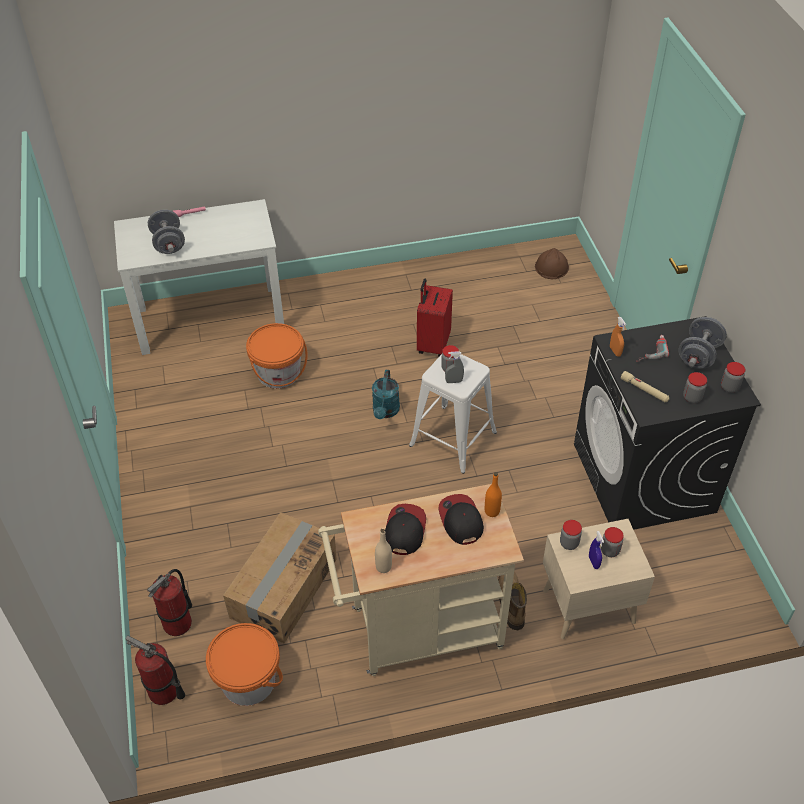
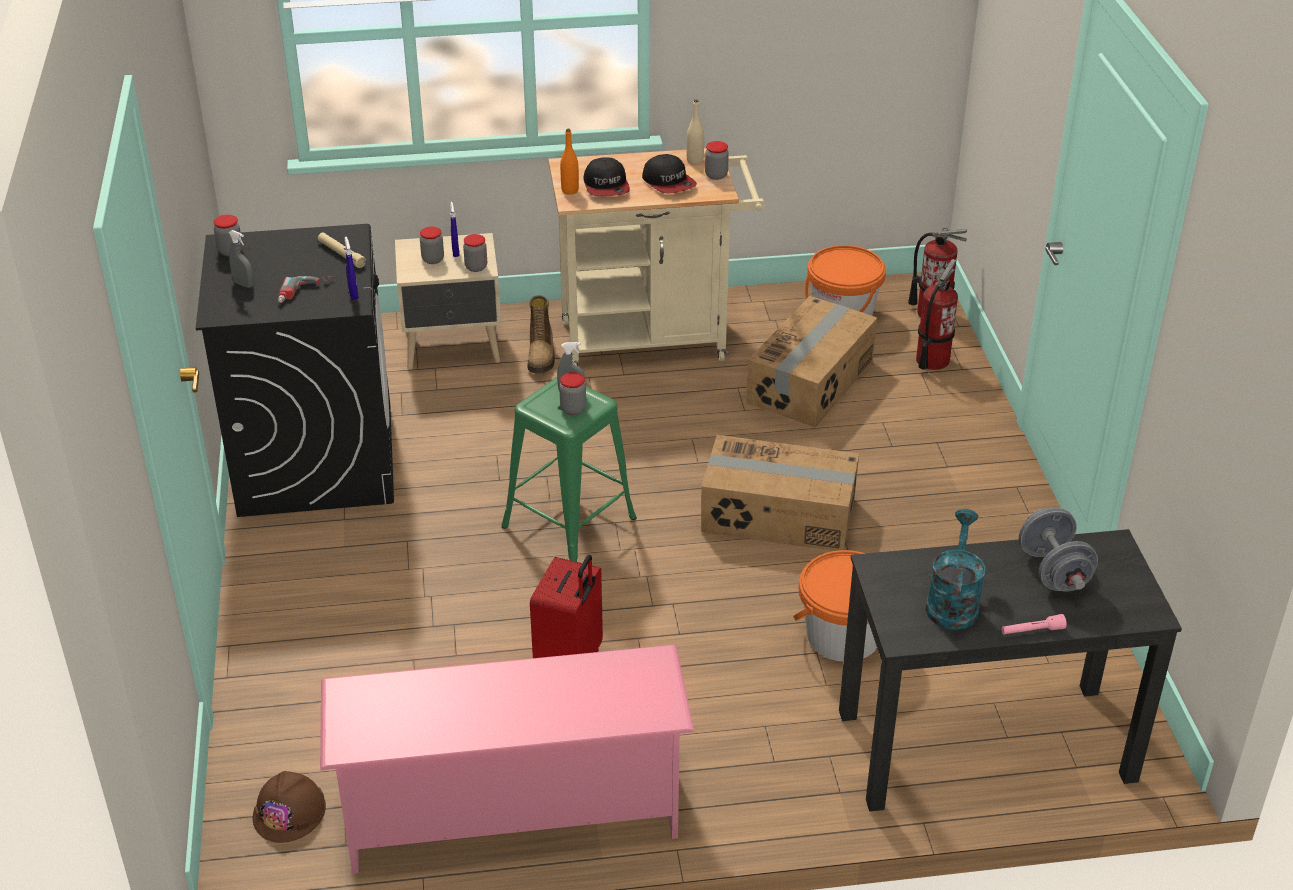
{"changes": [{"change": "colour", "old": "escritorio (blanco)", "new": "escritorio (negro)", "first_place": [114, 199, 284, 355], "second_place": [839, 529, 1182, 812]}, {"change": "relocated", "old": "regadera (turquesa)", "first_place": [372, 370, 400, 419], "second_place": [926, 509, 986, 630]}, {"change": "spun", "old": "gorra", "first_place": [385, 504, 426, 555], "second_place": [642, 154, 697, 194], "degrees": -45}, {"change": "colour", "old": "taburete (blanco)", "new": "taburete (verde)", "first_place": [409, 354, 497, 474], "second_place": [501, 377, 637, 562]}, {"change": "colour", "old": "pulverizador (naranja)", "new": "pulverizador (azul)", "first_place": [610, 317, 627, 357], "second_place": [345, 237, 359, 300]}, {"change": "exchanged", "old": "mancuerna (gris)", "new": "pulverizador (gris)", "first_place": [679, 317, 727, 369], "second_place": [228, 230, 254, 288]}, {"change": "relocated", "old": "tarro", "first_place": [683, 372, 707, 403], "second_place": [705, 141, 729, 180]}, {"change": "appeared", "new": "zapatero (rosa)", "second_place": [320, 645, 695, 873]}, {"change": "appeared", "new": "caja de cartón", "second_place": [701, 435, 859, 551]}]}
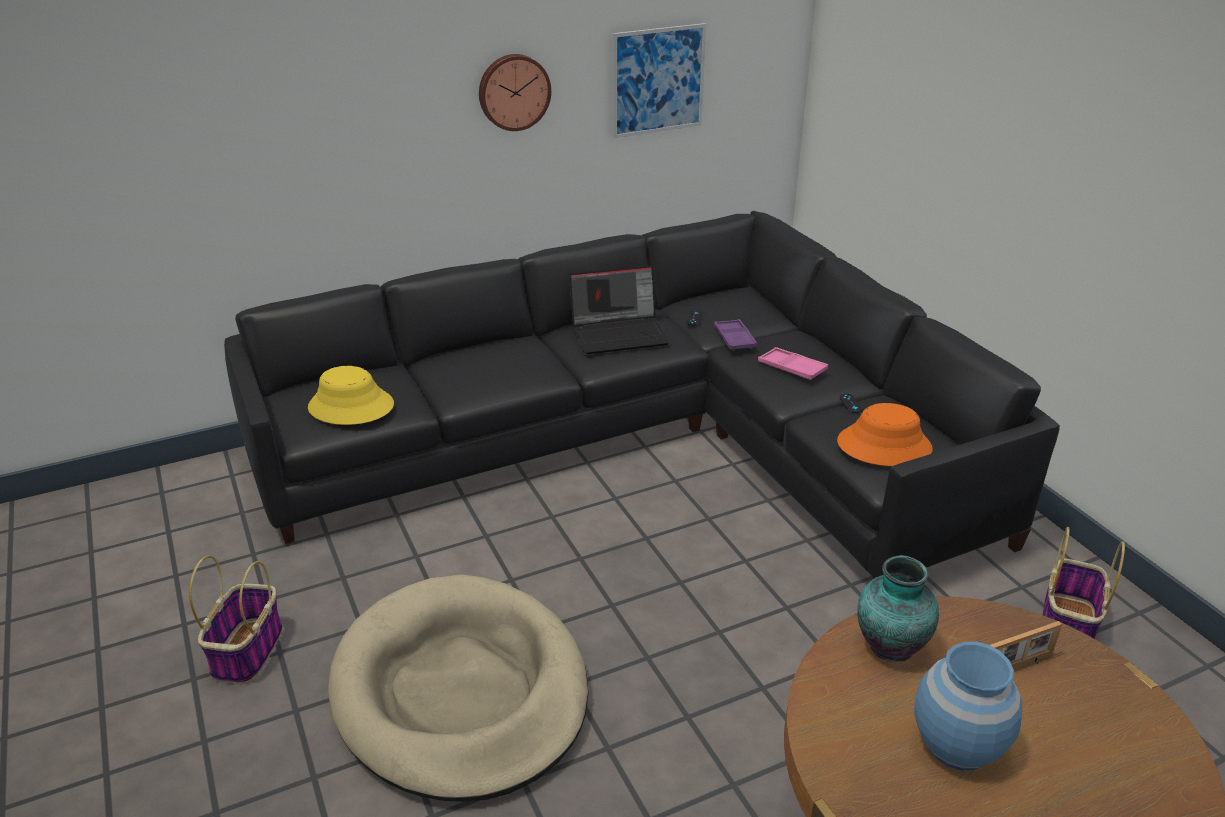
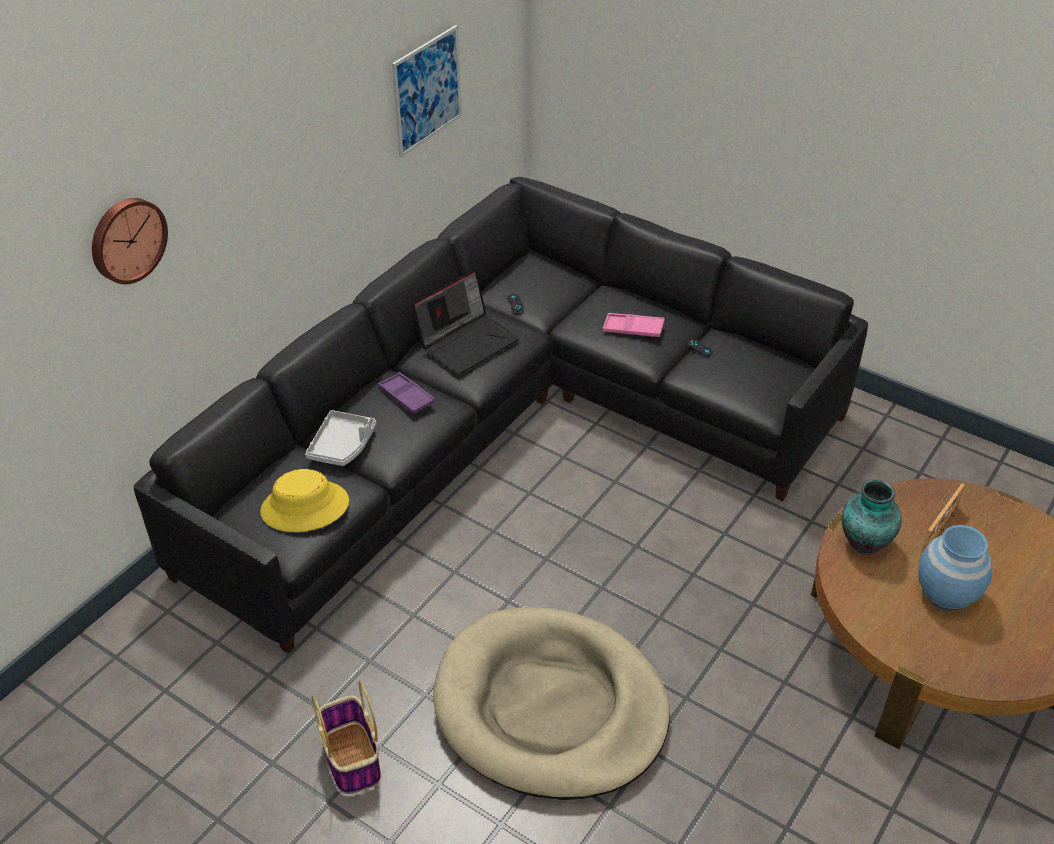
{"changes": [{"change": "relocated", "old": "reloj de pared", "first_place": [479, 54, 551, 131], "second_place": [92, 198, 168, 284]}, {"change": "relocated", "old": "bandeja (morado)", "first_place": [714, 319, 757, 351], "second_place": [378, 372, 435, 414]}, {"change": "missing", "old": "sombrero (naranja)", "first_place": [837, 403, 933, 466]}, {"change": "missing", "old": "cesta", "first_place": [1043, 527, 1125, 639]}, {"change": "appeared", "new": "bandeja (gris)", "second_place": [305, 410, 377, 466]}]}
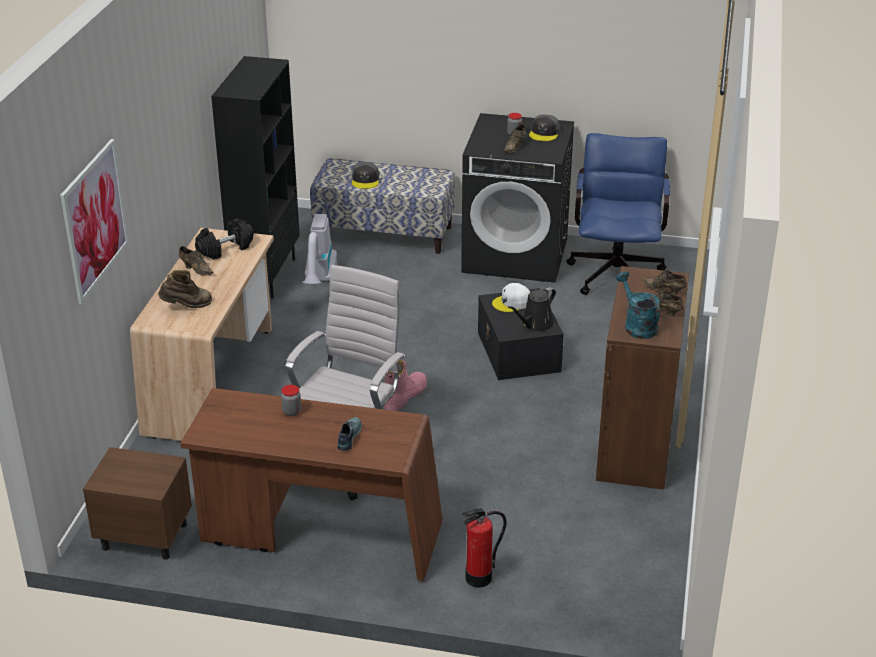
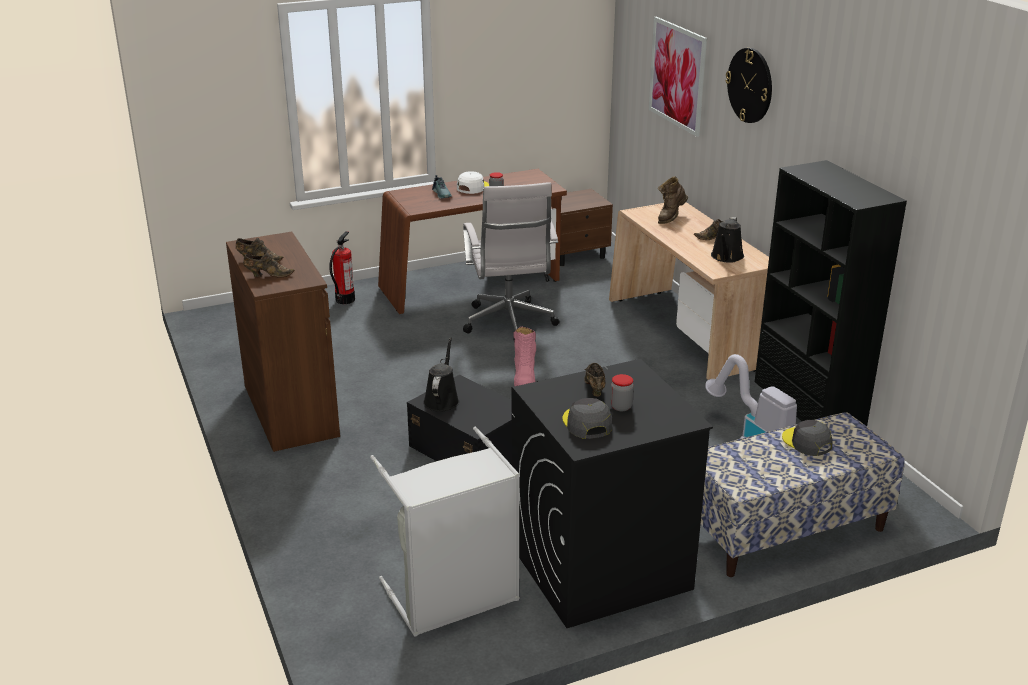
{"changes": [{"change": "exchanged", "old": "mancuerna (negro)", "new": "regadera (negro)", "first_place": [195, 218, 254, 260], "second_place": [711, 217, 744, 263]}, {"change": "relocated", "old": "gorra (blanco)", "first_place": [492, 283, 530, 312], "second_place": [457, 171, 489, 194]}, {"change": "exchanged", "old": "silla de oficina (azul)", "new": "cesto de la ropa (gris)", "first_place": [566, 133, 670, 295], "second_place": [370, 427, 520, 637]}, {"change": "missing", "old": "regadera (turquesa)", "first_place": [616, 272, 660, 339]}, {"change": "appeared", "new": "reloj de pared", "second_place": [725, 48, 772, 123]}]}
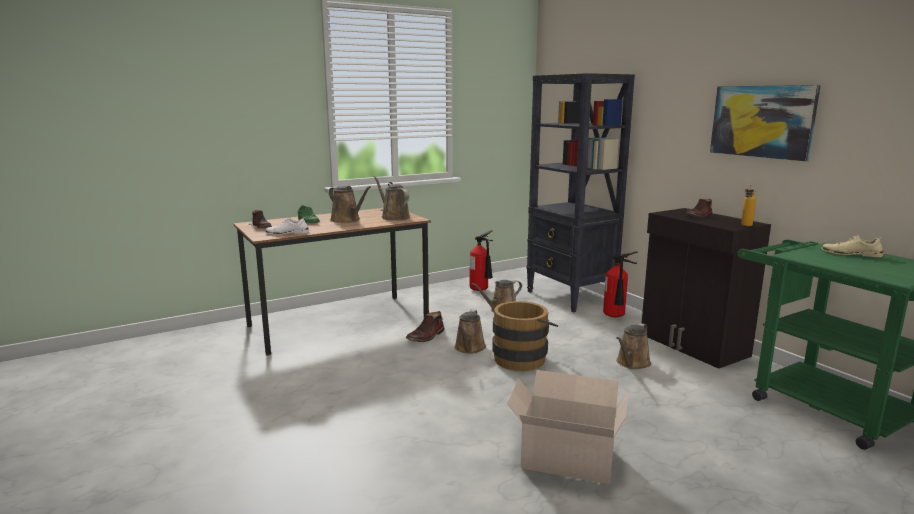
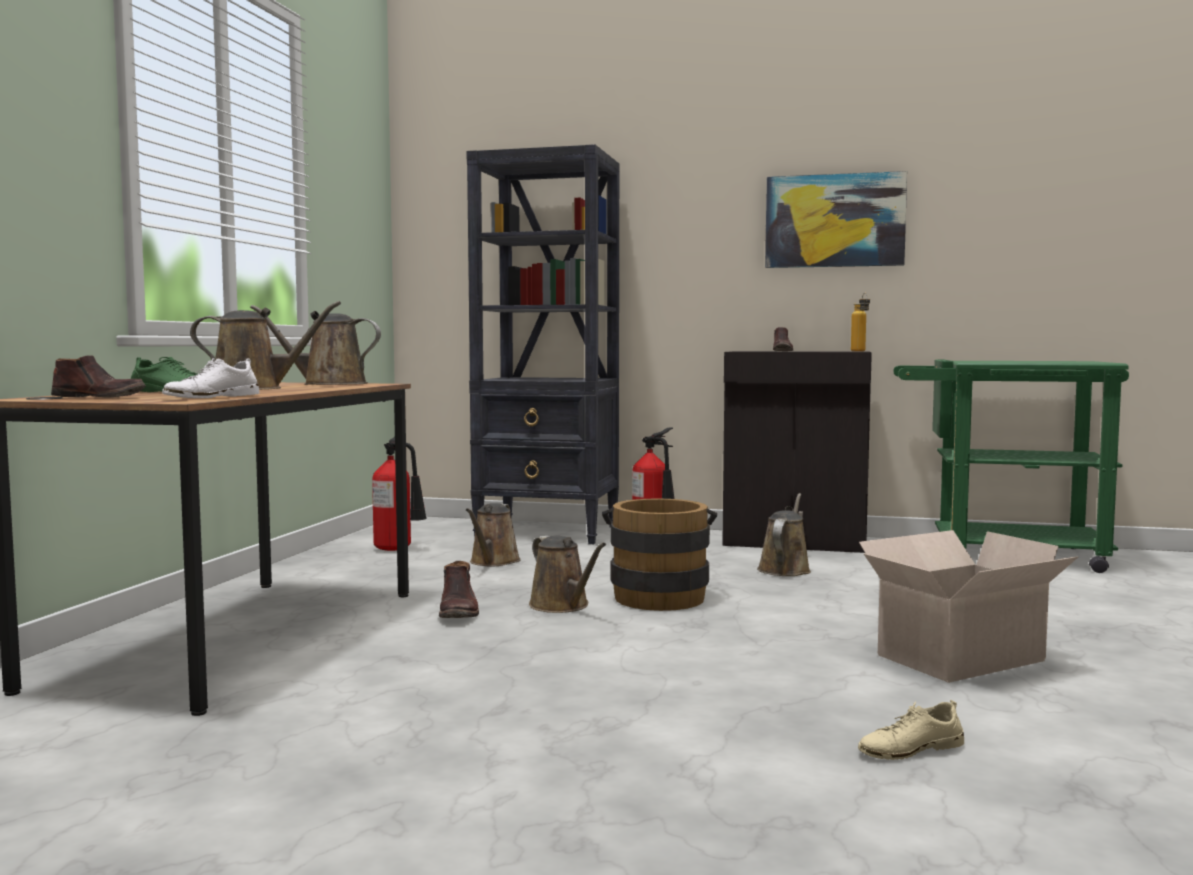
{"changes": [{"change": "spun", "old": "regadera (marrón)", "first_place": [616, 323, 651, 369], "second_place": [757, 493, 811, 576], "degrees": -150}, {"change": "relocated", "old": "zapato (beis)", "first_place": [821, 235, 883, 257], "second_place": [858, 700, 964, 760]}]}
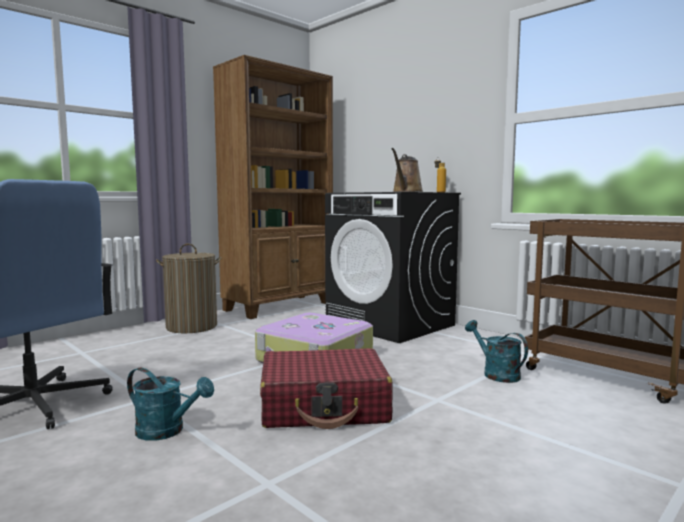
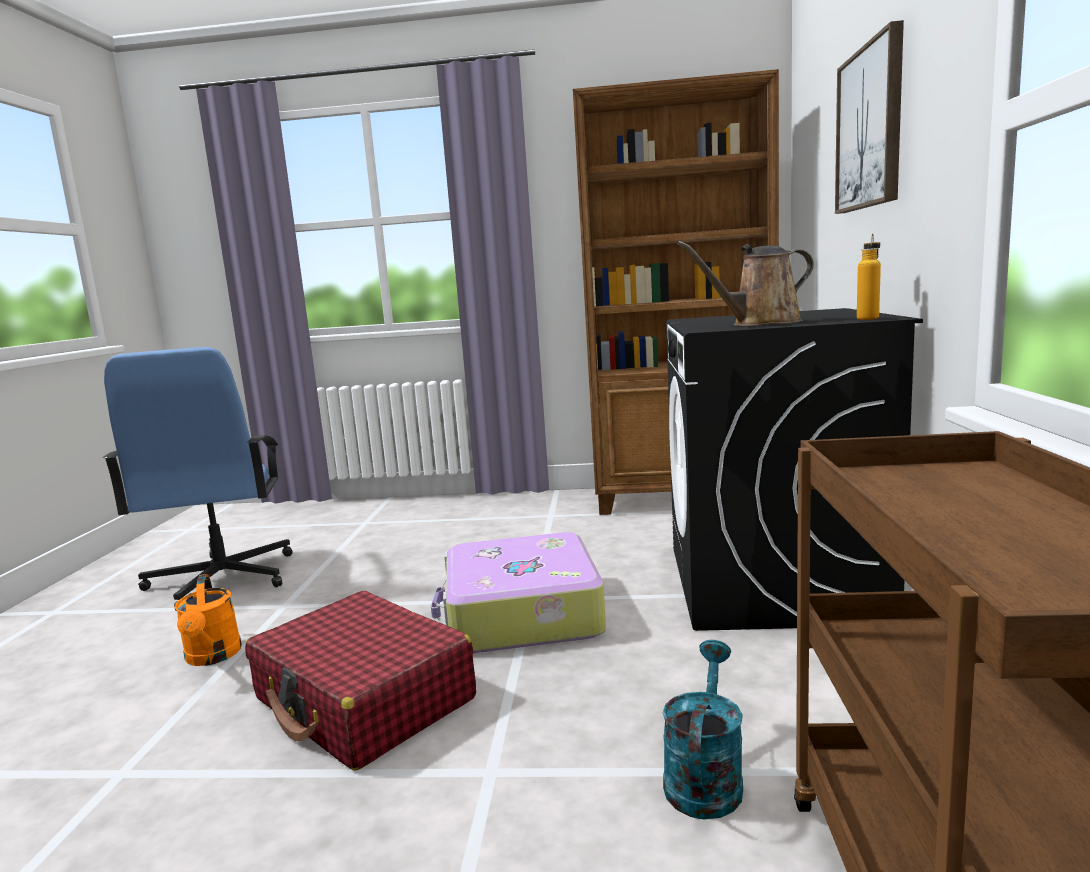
{"changes": [{"change": "colour", "old": "regadera (turquesa)", "new": "regadera (naranja)", "first_place": [127, 368, 214, 441], "second_place": [175, 574, 242, 666]}, {"change": "missing", "old": "cesto de la ropa", "first_place": [156, 244, 221, 333]}, {"change": "appeared", "new": "cuadro", "second_place": [835, 20, 904, 214]}]}
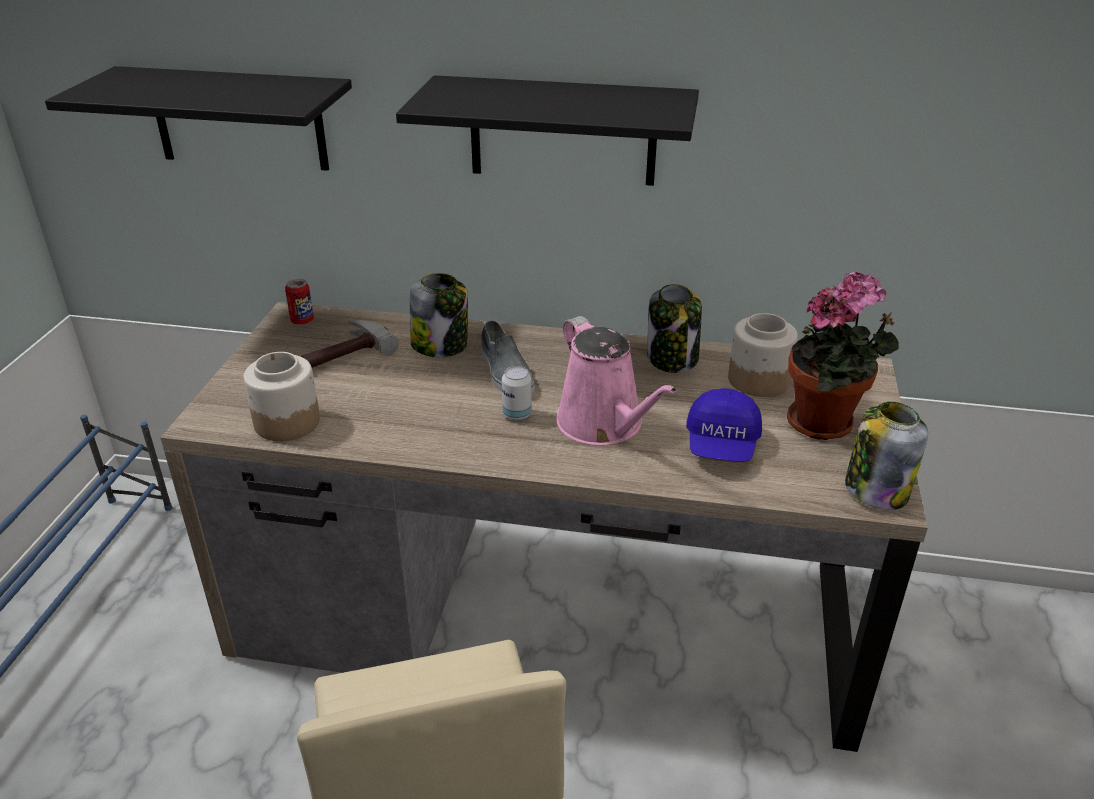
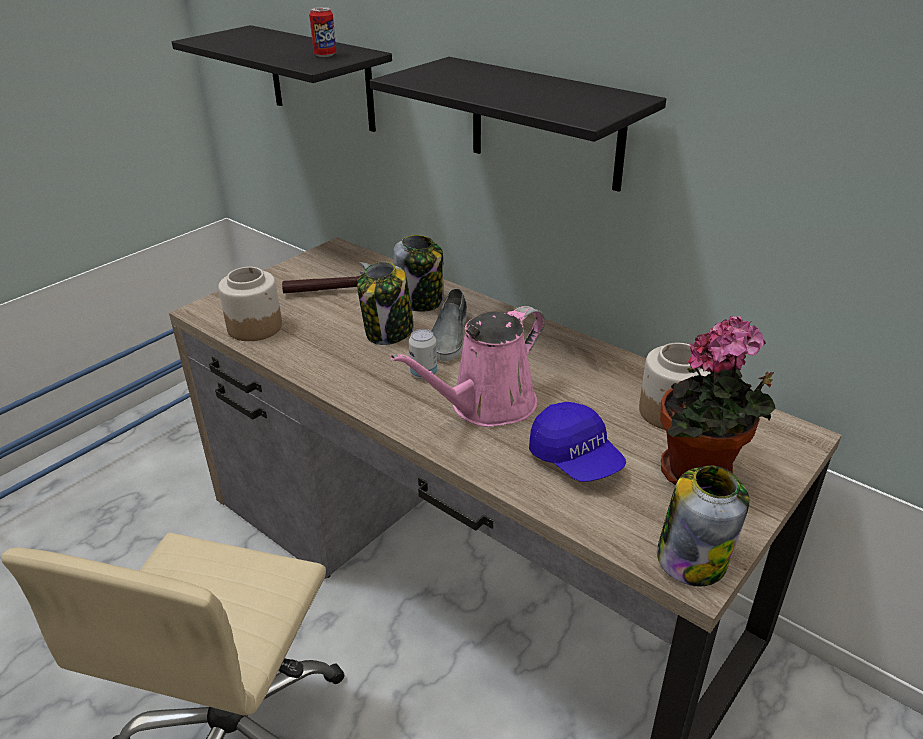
{"changes": [{"change": "relocated", "old": "lata", "first_place": [285, 278, 314, 325], "second_place": [309, 7, 336, 57]}, {"change": "spun", "old": "regadera (rosa)", "first_place": [556, 316, 677, 446], "second_place": [390, 306, 545, 427], "degrees": 45}, {"change": "relocated", "old": "tarro", "first_place": [647, 284, 702, 373], "second_place": [357, 262, 414, 345]}, {"change": "spun", "old": "gorra (azul)", "first_place": [686, 388, 762, 462], "second_place": [529, 402, 626, 482], "degrees": -75}]}
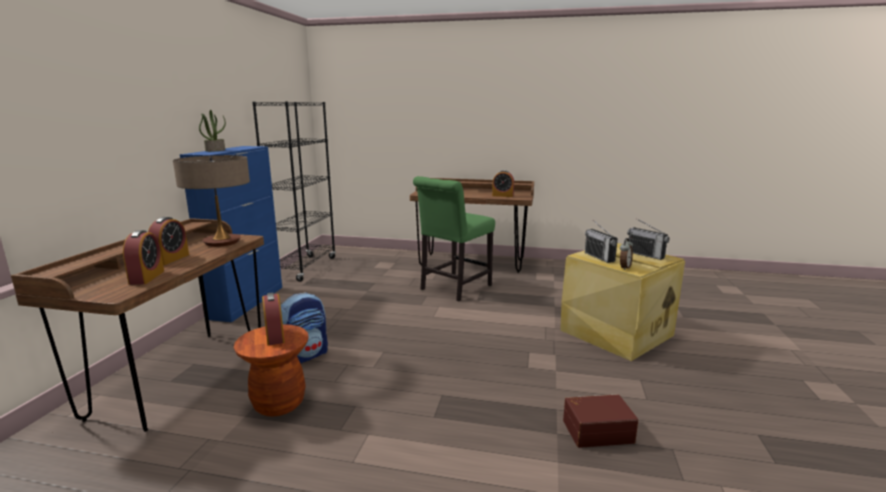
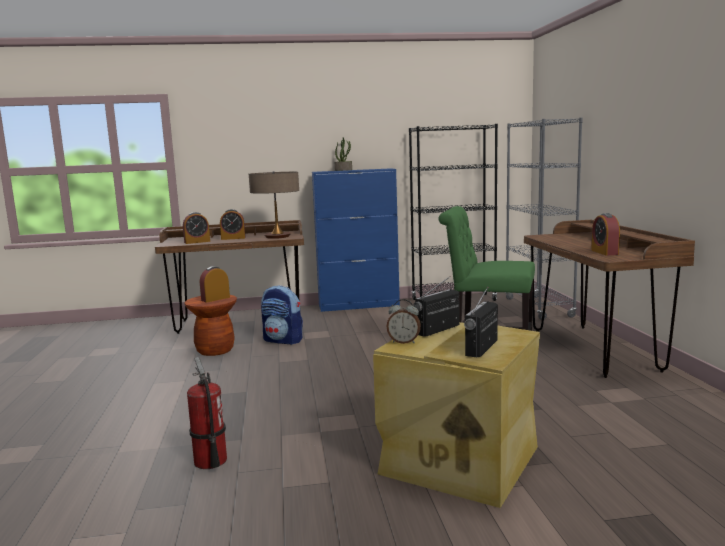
{"changes": [{"change": "exchanged", "old": "caja de almacenaje (marrón)", "new": "extintor", "first_place": [563, 394, 638, 448], "second_place": [187, 357, 227, 469]}, {"change": "appeared", "new": "estantería (gris)", "second_place": [505, 118, 583, 320]}]}
